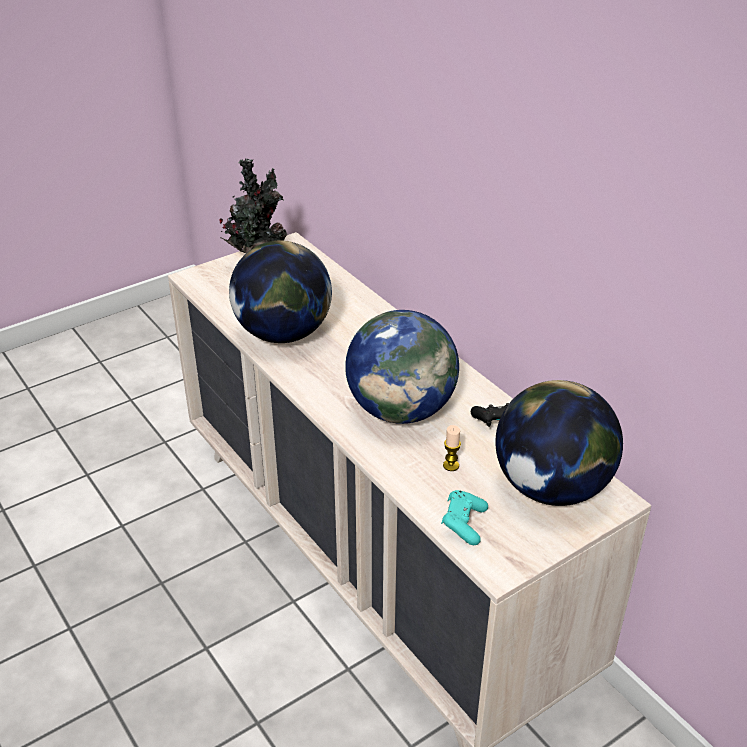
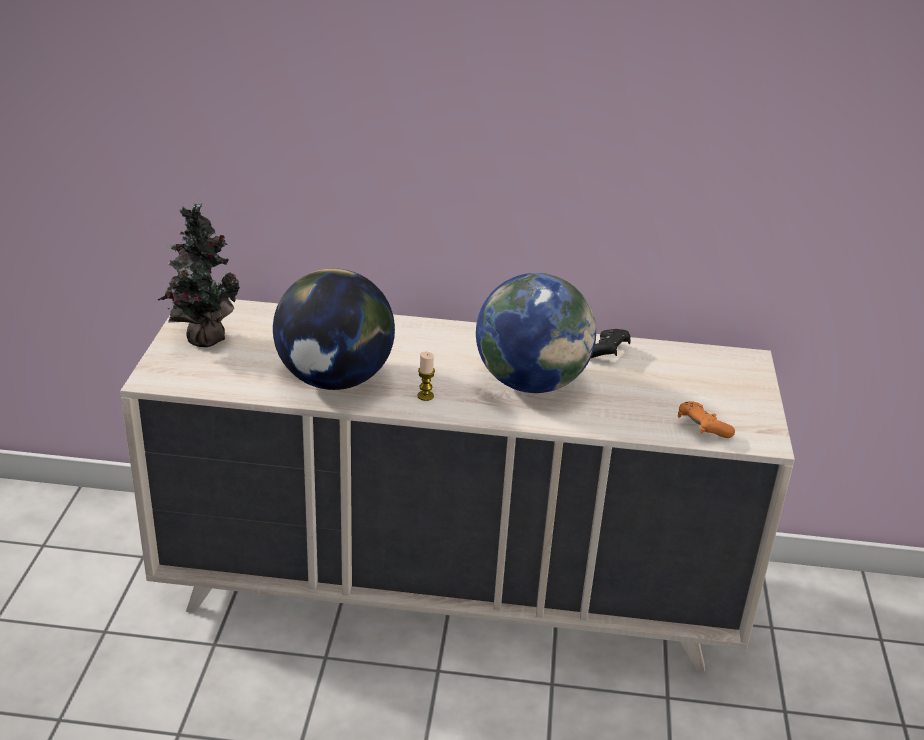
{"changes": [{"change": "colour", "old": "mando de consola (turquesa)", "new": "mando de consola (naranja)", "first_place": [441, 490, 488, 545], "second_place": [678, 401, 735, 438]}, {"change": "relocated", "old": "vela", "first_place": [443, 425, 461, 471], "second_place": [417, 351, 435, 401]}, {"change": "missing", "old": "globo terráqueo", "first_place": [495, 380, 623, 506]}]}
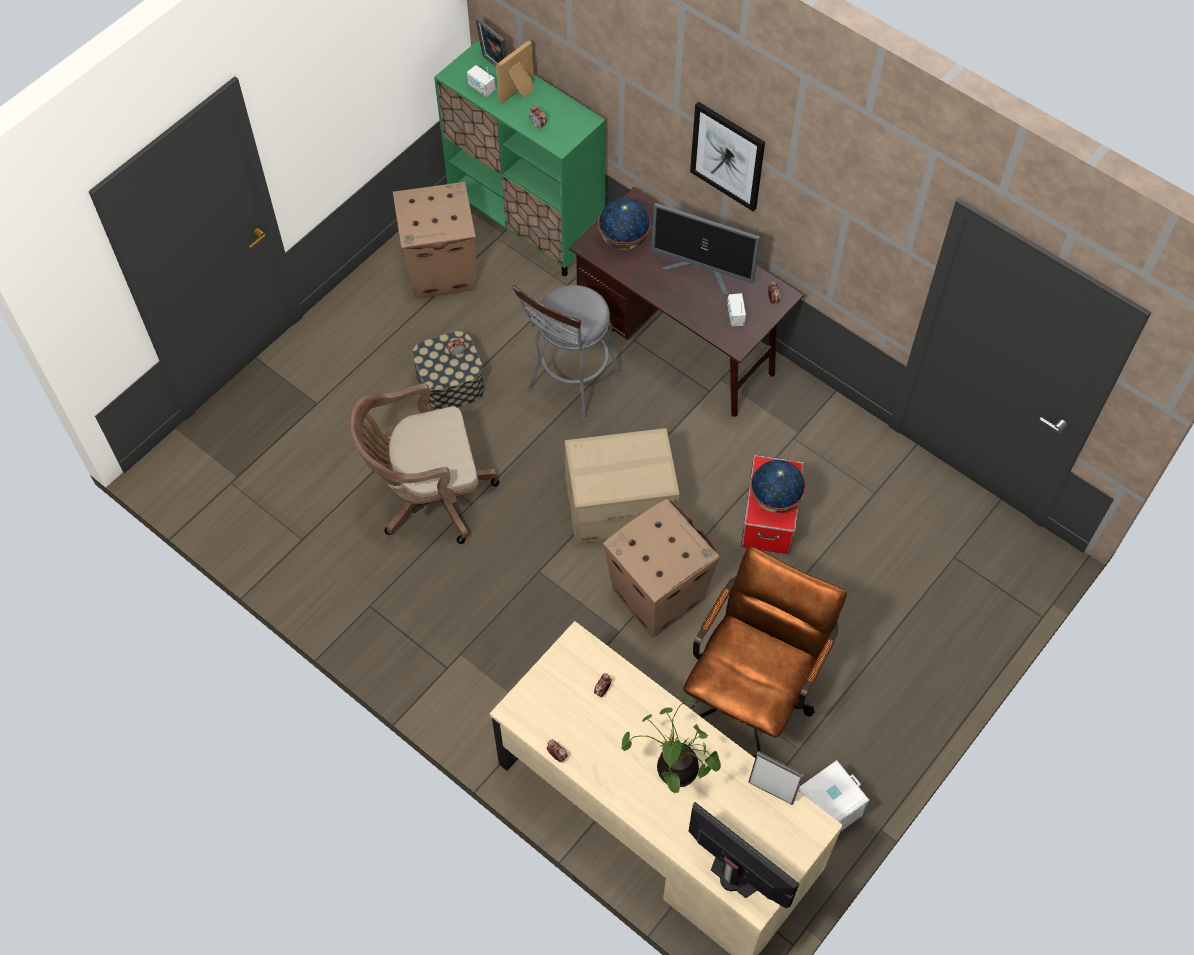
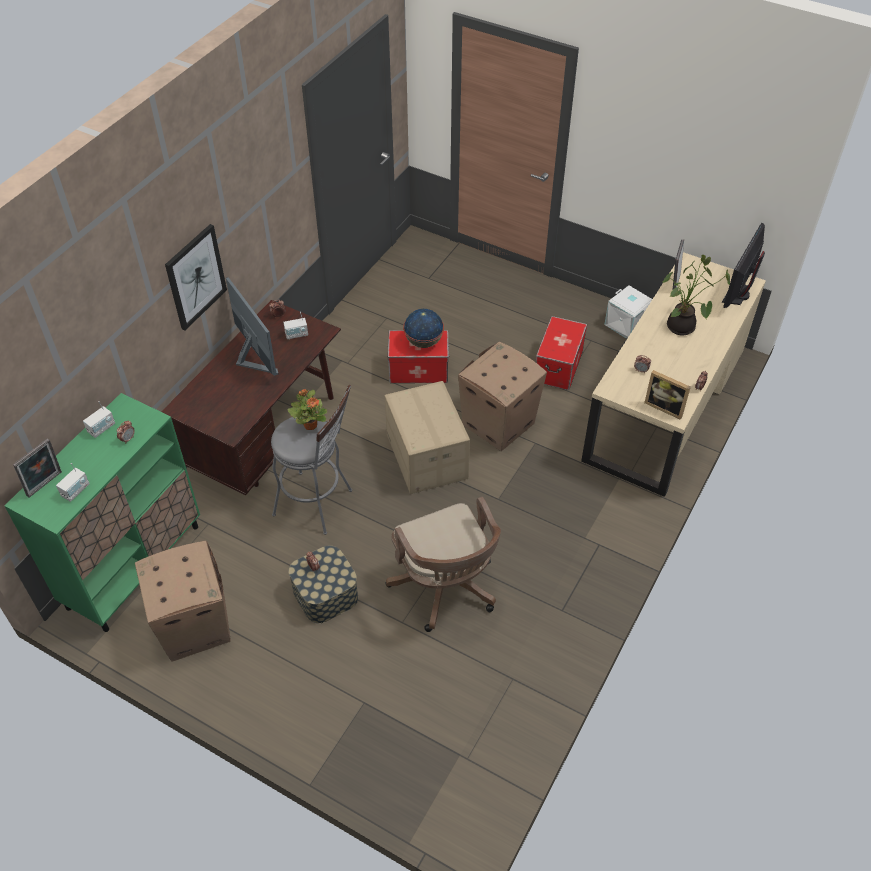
{"changes": [{"change": "relocated", "old": "portarretratos", "first_place": [496, 40, 534, 103], "second_place": [644, 370, 691, 420]}, {"change": "missing", "old": "globo terráqueo", "first_place": [598, 198, 651, 250]}, {"change": "spun", "old": "monitor", "first_place": [652, 203, 760, 296], "second_place": [226, 277, 279, 376], "degrees": -45}, {"change": "exchanged", "old": "silla de oficina (marrón)", "new": "caja de almacenaje", "first_place": [683, 546, 847, 758], "second_place": [536, 316, 587, 390]}, {"change": "appeared", "new": "radio", "second_place": [83, 401, 115, 438]}, {"change": "appeared", "new": "planta en maceta", "second_place": [288, 389, 327, 430]}]}
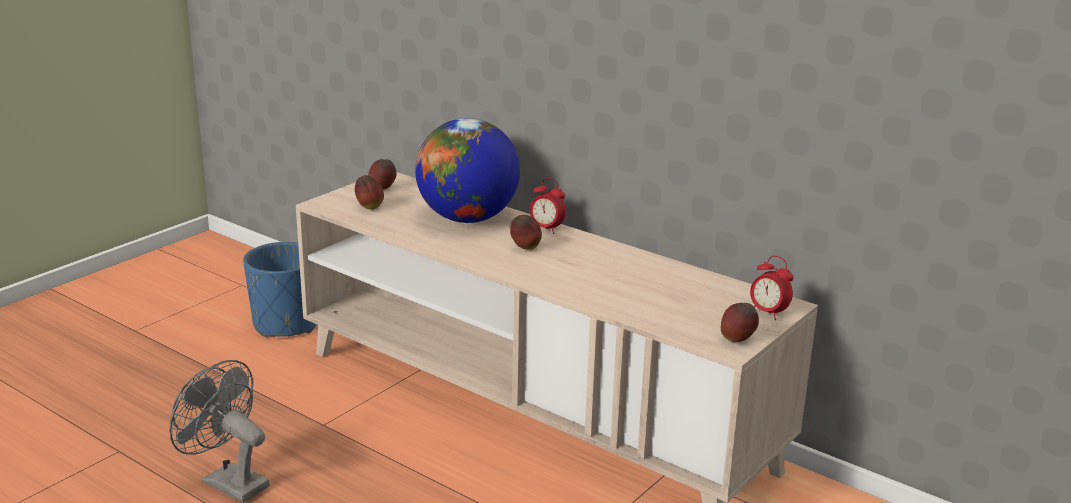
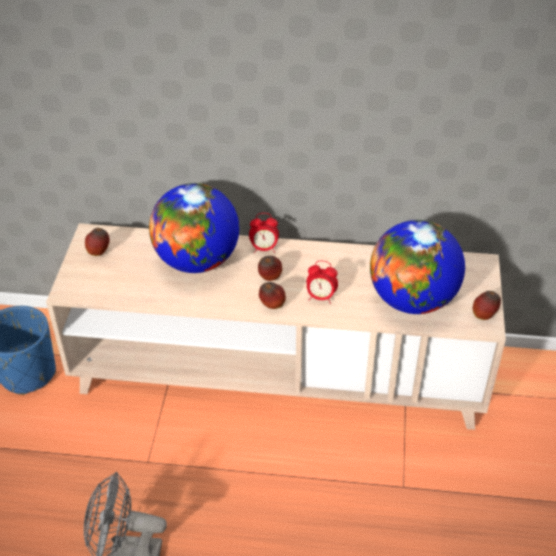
{"changes": [{"change": "relocated", "old": "manzana", "first_place": [355, 175, 384, 210], "second_place": [259, 282, 286, 309]}, {"change": "relocated", "old": "despertador", "first_place": [750, 256, 794, 320], "second_place": [307, 261, 338, 304]}, {"change": "appeared", "new": "globo terráqueo", "second_place": [370, 220, 465, 314]}]}
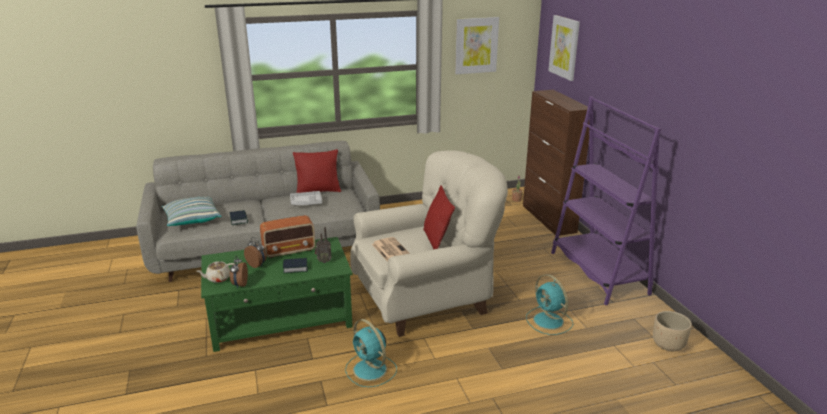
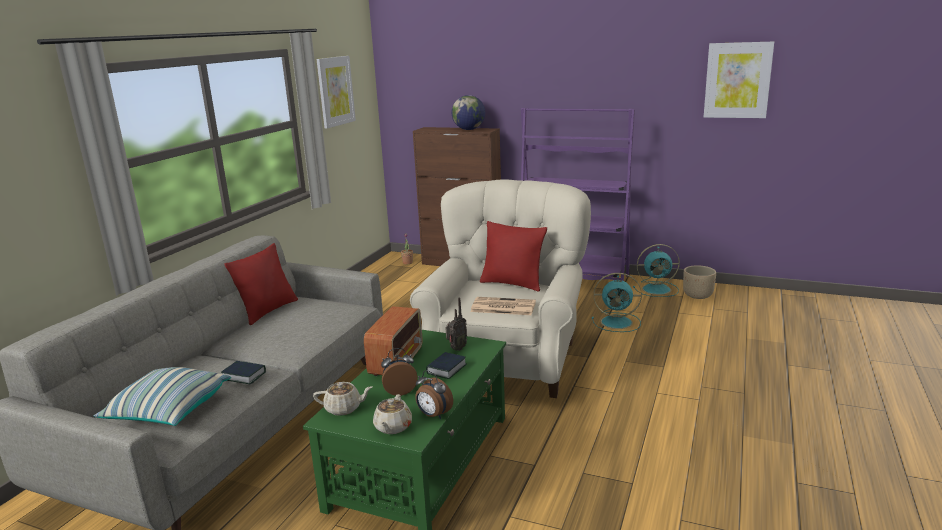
{"changes": [{"change": "missing", "old": "bandeja (gris)", "first_place": [290, 191, 322, 205]}, {"change": "relocated", "old": "ventilador (turquesa)", "first_place": [345, 319, 397, 387], "second_place": [633, 244, 680, 297]}, {"change": "relocated", "old": "cuadro", "first_place": [548, 15, 580, 81], "second_place": [704, 42, 774, 118]}, {"change": "appeared", "new": "tetera (beis)", "second_place": [313, 382, 372, 416]}, {"change": "appeared", "new": "globo terráqueo", "second_place": [452, 95, 485, 130]}]}
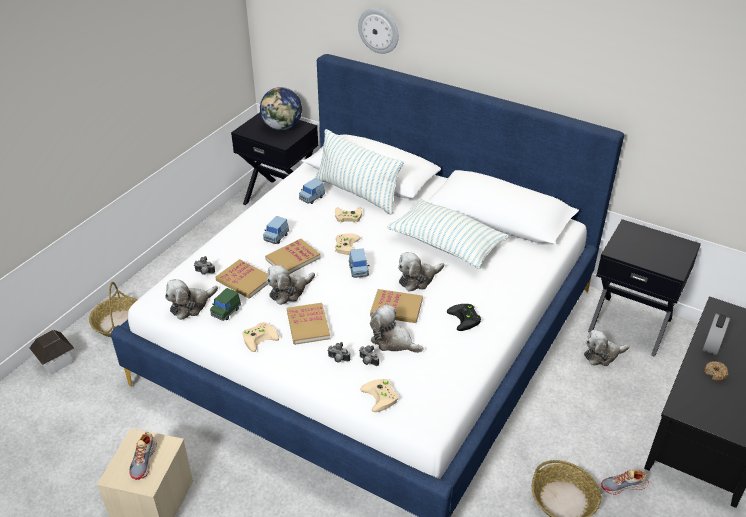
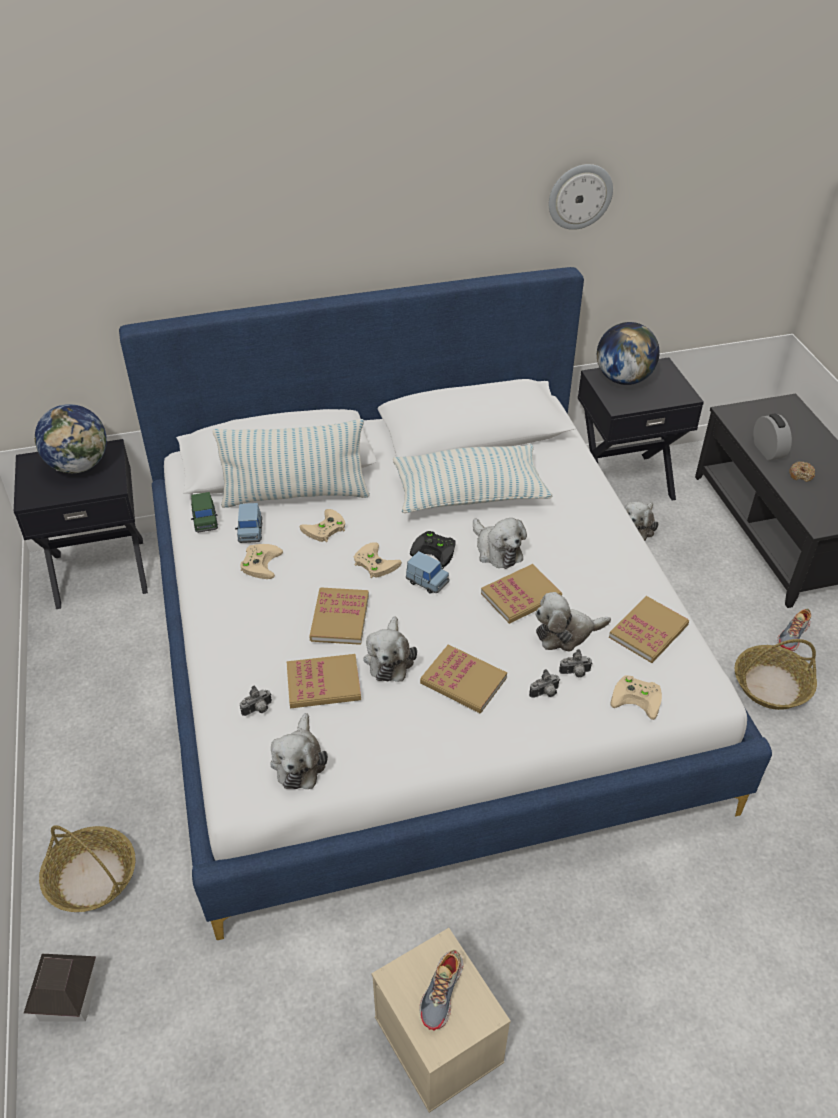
{"changes": [{"change": "spun", "old": "zapato", "first_place": [129, 432, 157, 480], "second_place": [419, 950, 463, 1031], "degrees": 60}, {"change": "relocated", "old": "coche de juguete (verde)", "first_place": [210, 288, 241, 321], "second_place": [191, 492, 218, 533]}, {"change": "relocated", "old": "mando de consola (beis)", "first_place": [242, 322, 279, 352], "second_place": [240, 544, 283, 579]}, {"change": "missing", "old": "coche de juguete (azul)", "first_place": [263, 216, 289, 244]}, {"change": "relocated", "old": "reloj de pared", "first_place": [358, 9, 399, 54], "second_place": [549, 164, 613, 230]}, {"change": "spun", "old": "peluche", "first_place": [398, 252, 444, 291], "second_place": [473, 518, 527, 569], "degrees": -45}, {"change": "relocated", "old": "mando de consola (negro)", "first_place": [447, 304, 481, 331], "second_place": [410, 531, 455, 567]}, {"change": "appeared", "new": "globo terráqueo", "second_place": [597, 322, 660, 385]}, {"change": "appeared", "new": "libro", "second_place": [609, 596, 689, 663]}]}
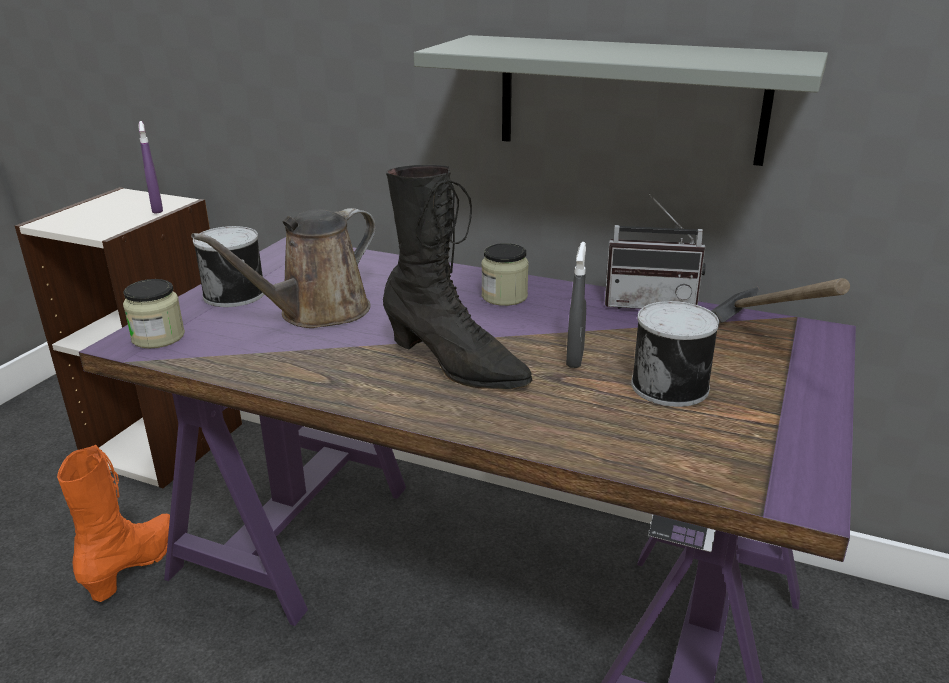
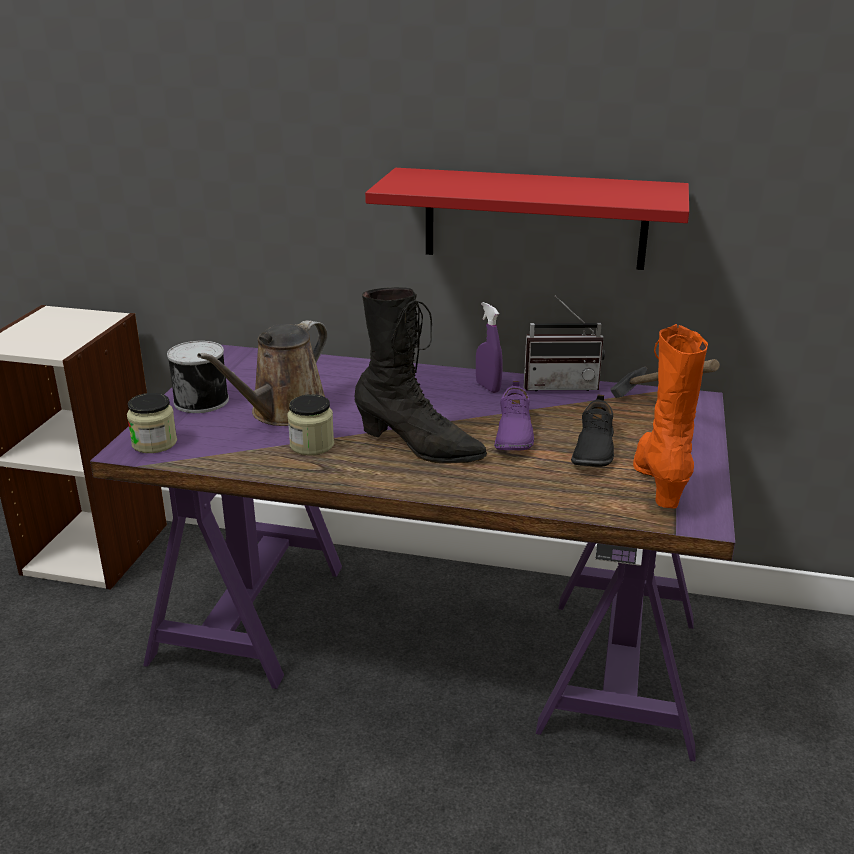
{"changes": [{"change": "relocated", "old": "bota (naranja)", "first_place": [57, 445, 170, 602], "second_place": [633, 324, 708, 509]}, {"change": "relocated", "old": "pulverizador (morado)", "first_place": [138, 121, 163, 214], "second_place": [476, 302, 503, 393]}, {"change": "colour", "old": "estante (gris)", "new": "estante (rojo)", "first_place": [414, 35, 828, 166], "second_place": [365, 168, 689, 270]}, {"change": "relocated", "old": "tarro", "first_place": [482, 243, 529, 306], "second_place": [288, 394, 334, 455]}, {"change": "exchanged", "old": "pulverizador (gris)", "new": "zapato (morado)", "first_place": [566, 242, 586, 368], "second_place": [494, 381, 534, 451]}, {"change": "exchanged", "old": "lata", "new": "zapato (negro)", "first_place": [631, 301, 719, 407], "second_place": [571, 394, 614, 467]}]}
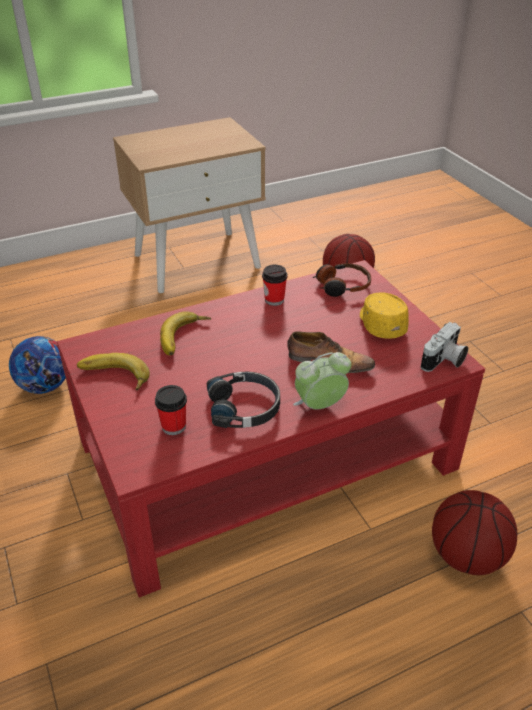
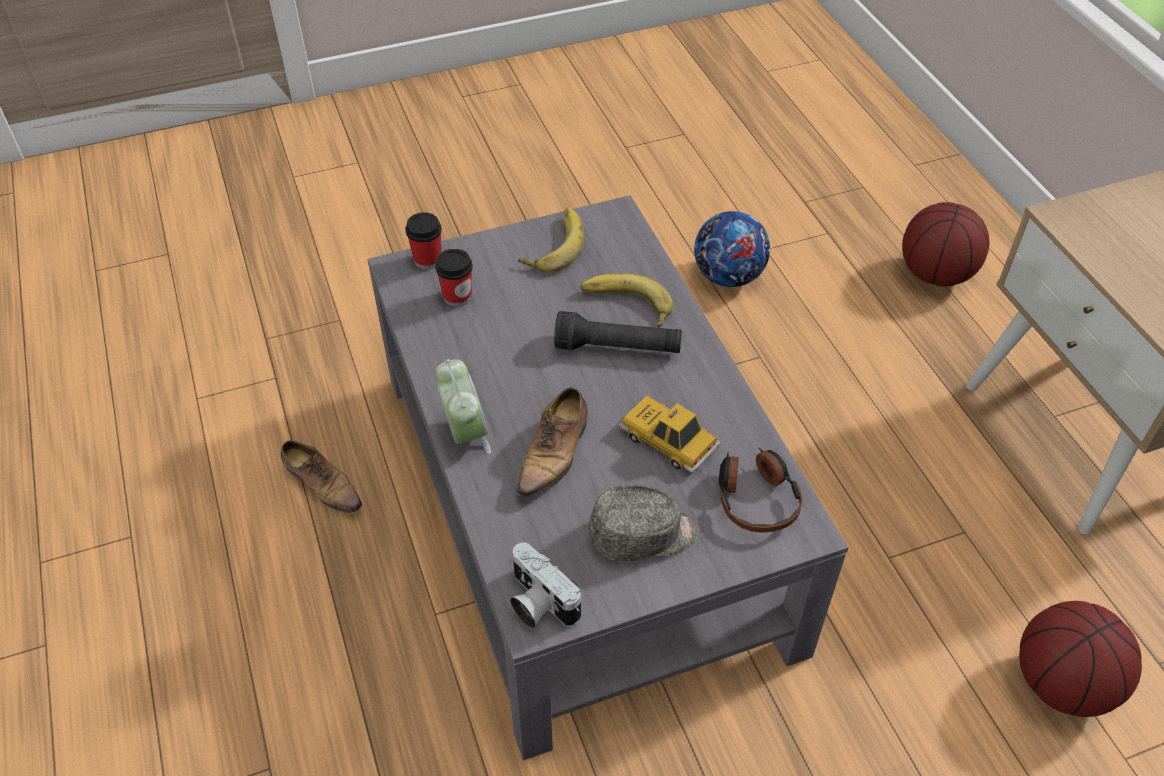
{"changes": [{"change": "colour", "old": "mesa de centro (rojo)", "new": "mesa de centro (gris)", "first_place": [57, 260, 485, 598], "second_place": [367, 195, 849, 760]}, {"change": "missing", "old": "auriculares (negro)", "first_place": [207, 372, 280, 428]}, {"change": "relocated", "old": "taza", "first_place": [262, 265, 287, 306], "second_place": [405, 212, 442, 270]}, {"change": "colour", "old": "gorra (amarillo)", "new": "gorra (gris)", "first_place": [360, 292, 409, 339], "second_place": [588, 485, 699, 562]}, {"change": "relocated", "old": "balón de baloncesto", "first_place": [432, 490, 517, 575], "second_place": [902, 202, 989, 286]}, {"change": "appeared", "new": "zapato", "second_place": [281, 441, 362, 513]}, {"change": "appeared", "new": "linterna (negro)", "second_place": [554, 311, 682, 353]}, {"change": "appeared", "new": "coche de juguete", "second_place": [619, 396, 720, 473]}]}
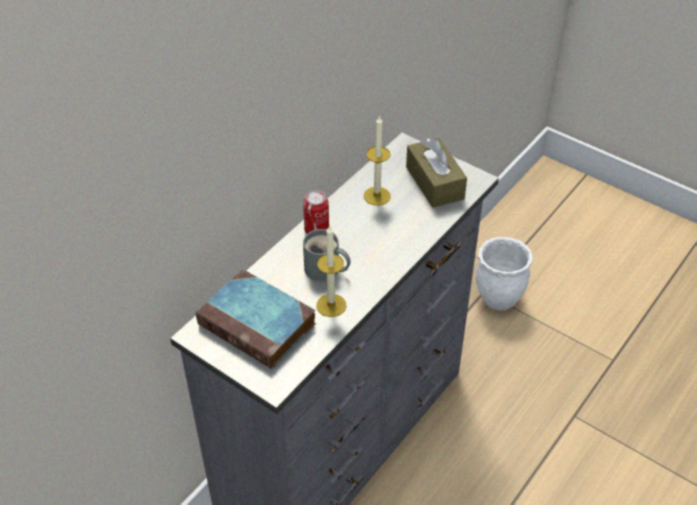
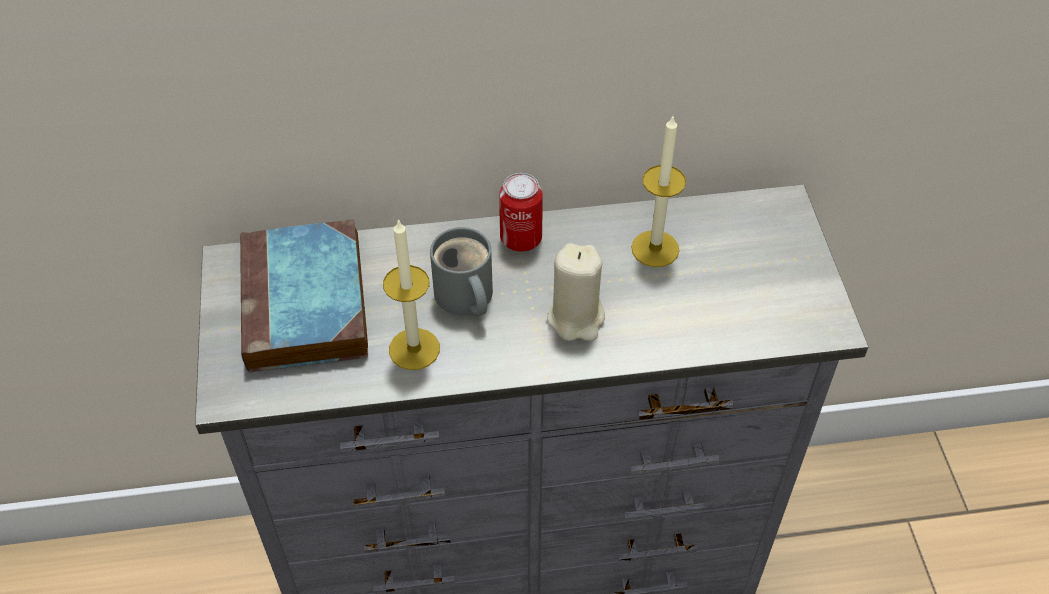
{"changes": [{"change": "missing", "old": "caja de pañuelos (marrón)", "first_place": [406, 138, 467, 208]}, {"change": "missing", "old": "maceta (blanco)", "first_place": [476, 237, 533, 311]}, {"change": "appeared", "new": "vela (beis)", "second_place": [547, 243, 605, 341]}]}
